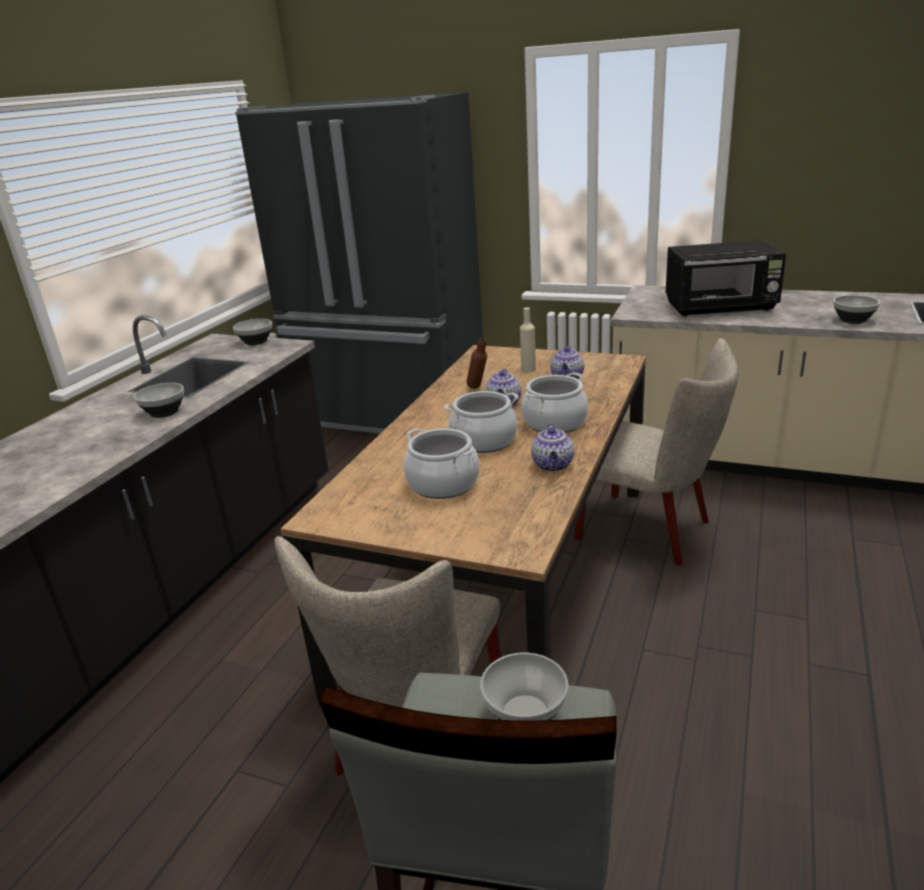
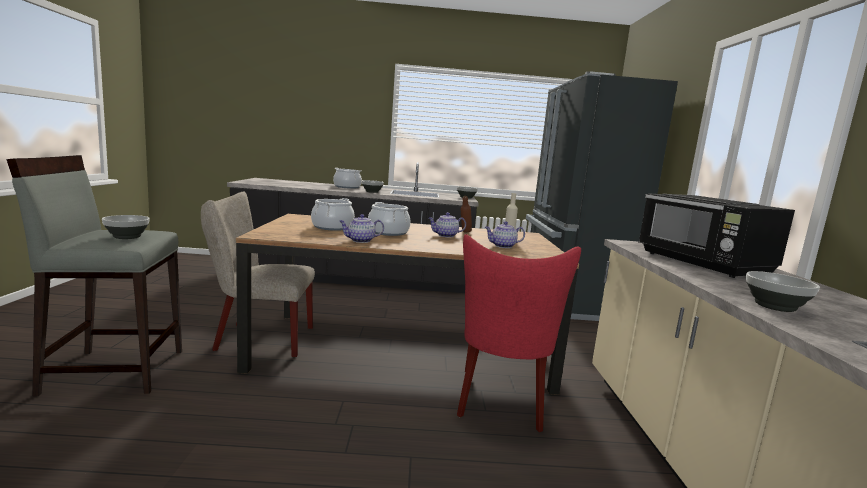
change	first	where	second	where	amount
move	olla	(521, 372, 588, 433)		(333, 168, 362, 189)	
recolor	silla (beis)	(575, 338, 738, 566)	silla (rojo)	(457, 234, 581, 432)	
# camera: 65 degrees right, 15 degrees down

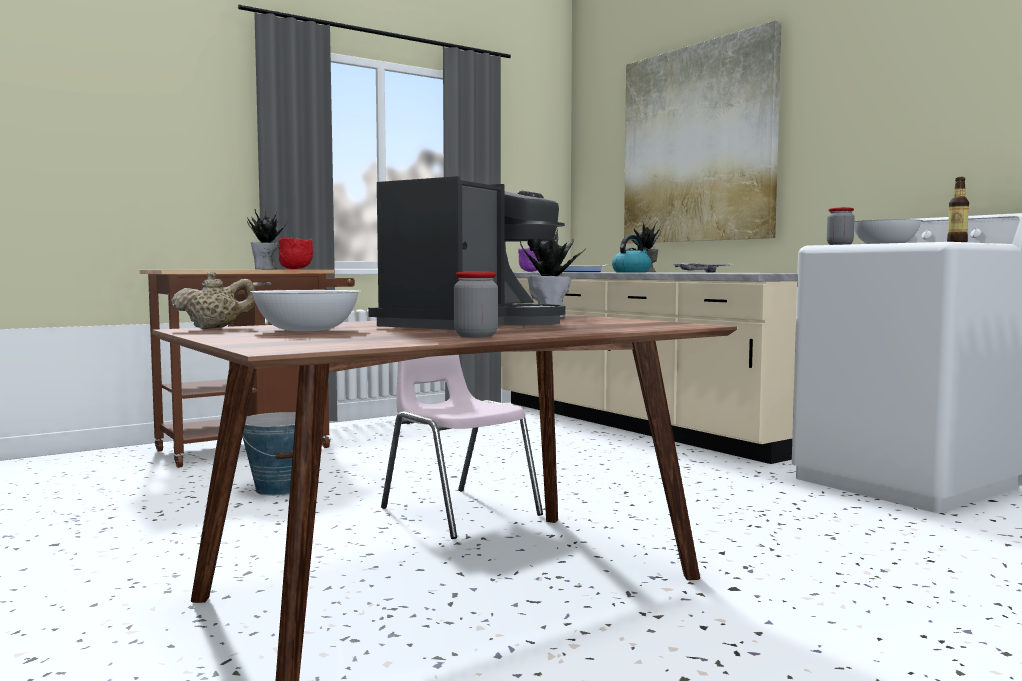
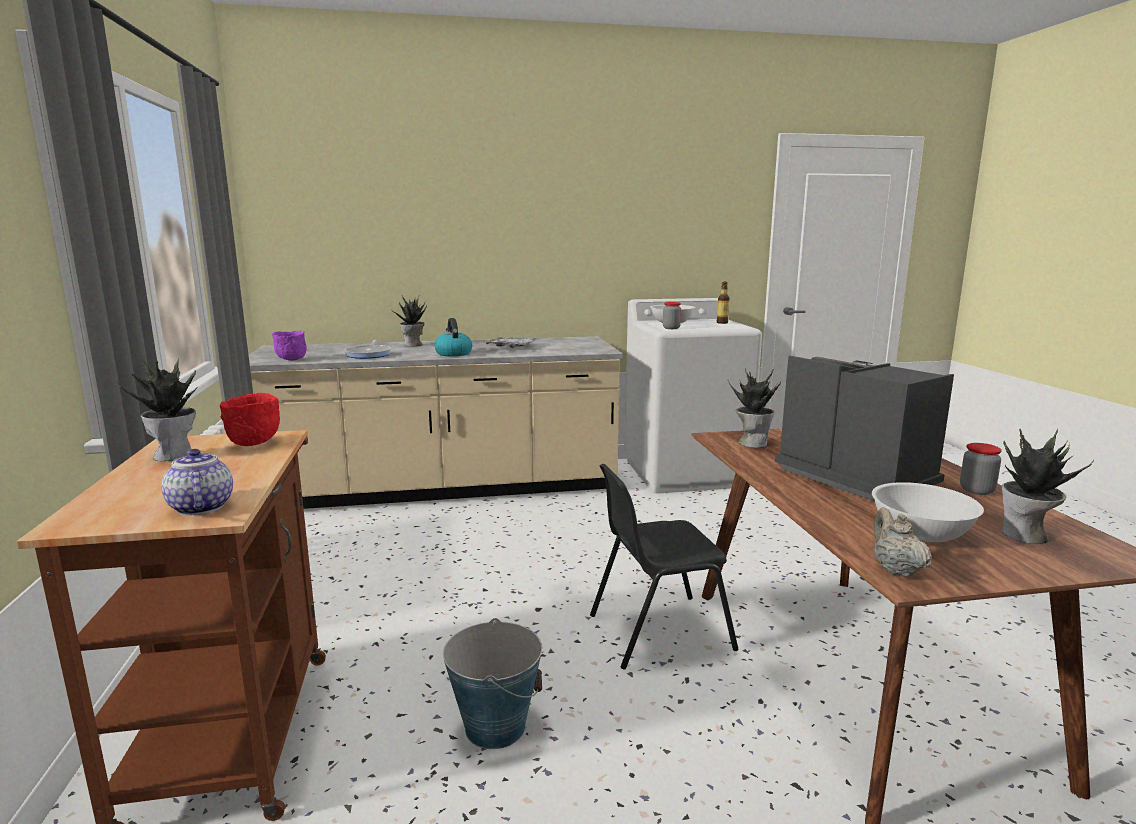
change	first	where	second	where	amount
insert			tetera	(161, 449, 233, 515)	
recolor	silla (rosa)	(381, 355, 543, 539)	silla (negro)	(590, 464, 738, 670)	
insert			planta en maceta	(1002, 428, 1094, 544)	
delete	cuadro	(624, 20, 782, 244)			
# camera: 65 degrees left, 10 degrees up

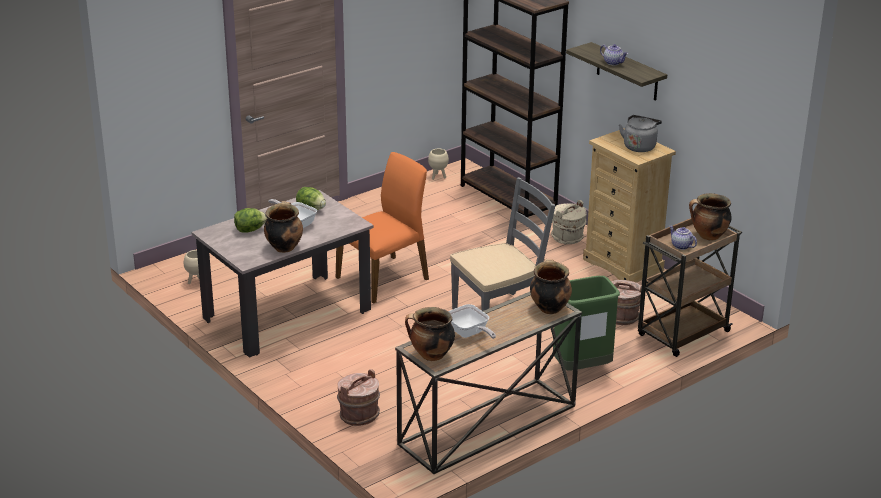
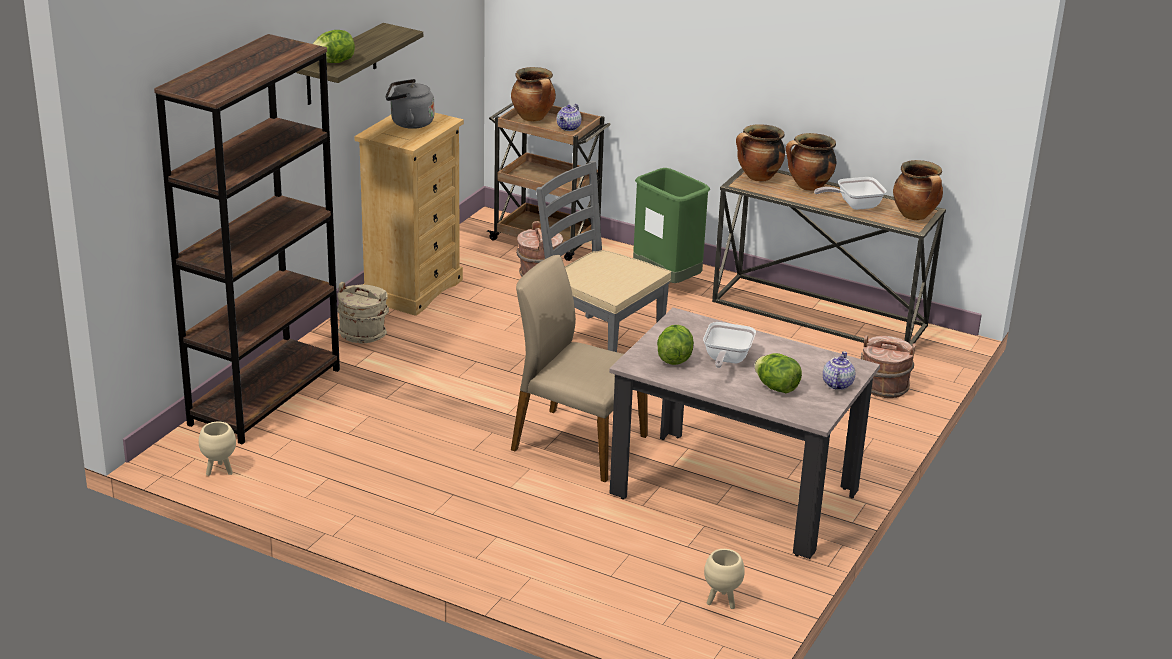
change	first	where	second	where	amount
insert			lechuga	(313, 30, 355, 63)	
recolor	silla (naranja)	(336, 152, 429, 304)	silla (beis)	(511, 255, 648, 482)	
move	olla	(264, 201, 303, 253)		(786, 133, 836, 191)	
rotate	sartén	(448, 304, 496, 339)		(814, 177, 887, 210)	135 degrees counterclockwise
move	tetera	(600, 44, 628, 65)		(823, 351, 855, 390)	
# camera: 115 degrees left, 0 degrees up

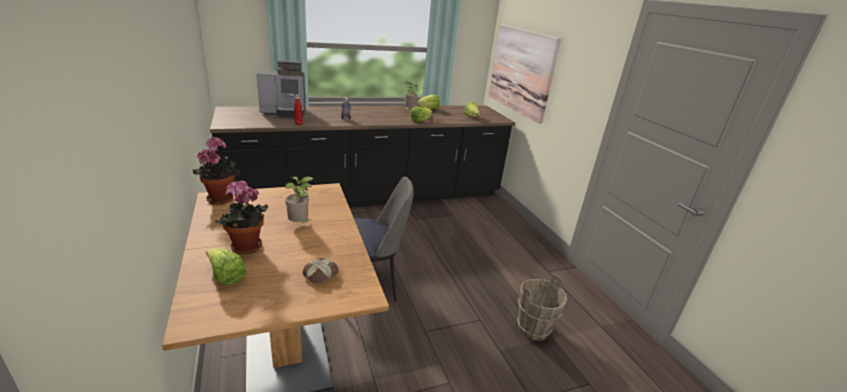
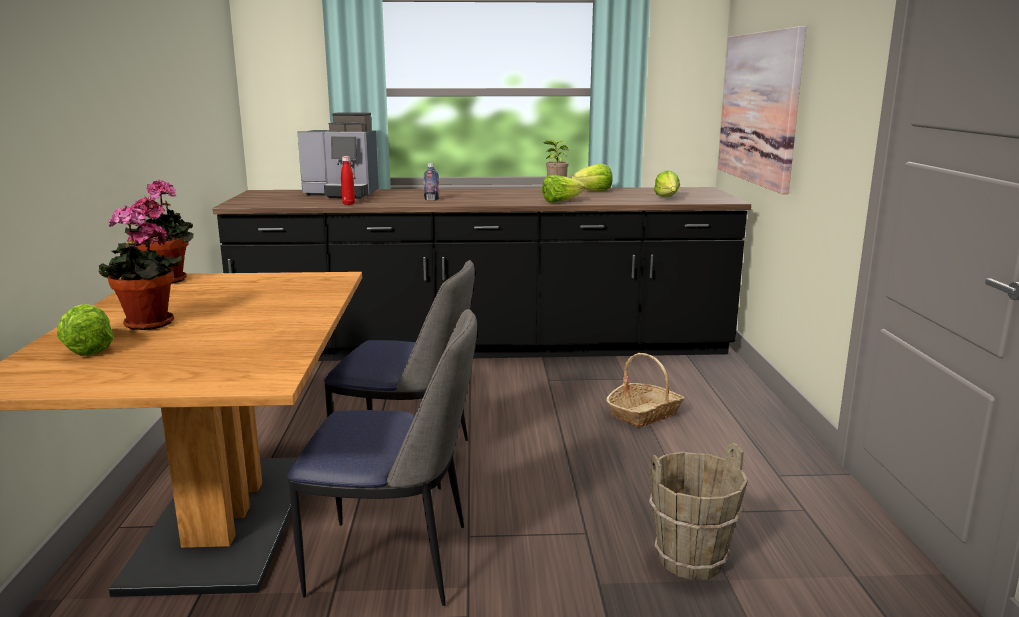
change	first	where	second	where	amount
insert			silla	(288, 309, 477, 606)	
insert			cesta	(606, 353, 685, 428)	
delete	planta en maceta	(285, 177, 313, 223)			
delete	pan	(303, 258, 338, 284)			
# camera: 20 degrees right, 10 degrees down

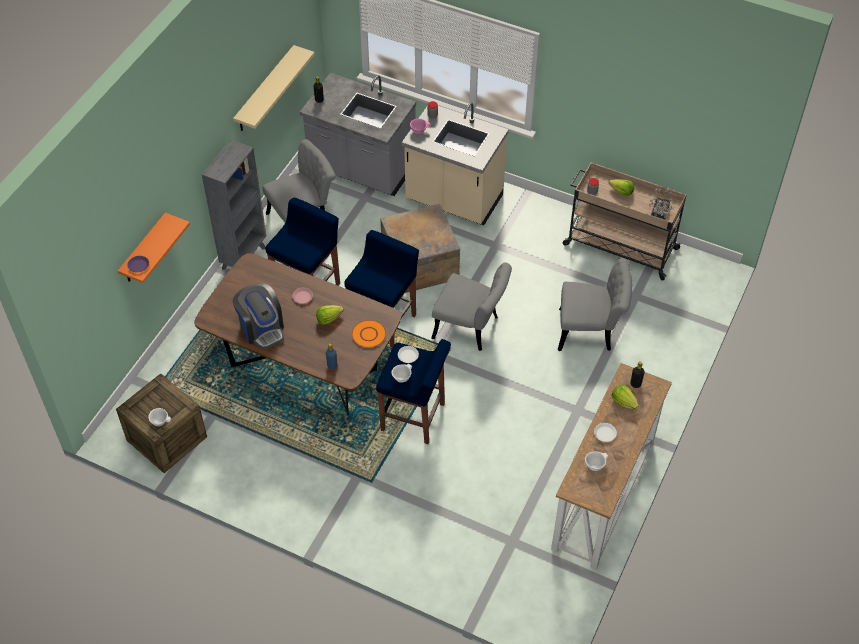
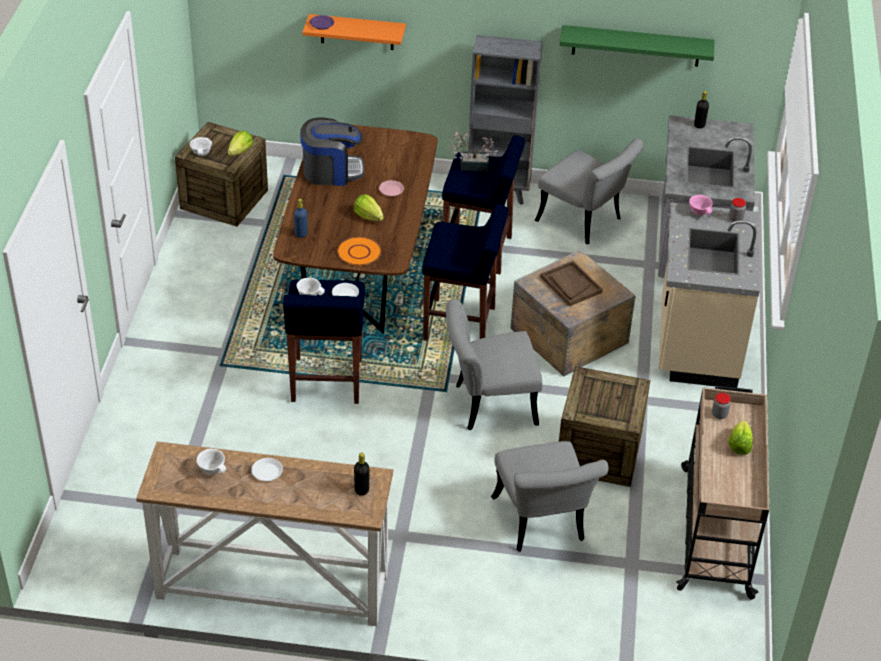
change	first	where	second	where	amount
move	lechuga	(612, 385, 639, 410)		(228, 131, 253, 156)	
rotate	cafetera	(233, 283, 284, 349)		(300, 117, 364, 186)	135 degrees counterclockwise
rotate	silla (gris)	(432, 263, 512, 351)		(446, 299, 542, 430)	75 degrees clockwise
move	planta en maceta	(649, 186, 674, 220)		(448, 127, 498, 172)	
insert			bandeja (marrón)	(540, 261, 603, 306)	
insert			caja de embalaje	(559, 366, 650, 487)	
recolor	estante (beis)	(233, 45, 315, 131)	estante (verde)	(560, 25, 715, 67)	
# camera: 70 degrees right, 10 degrees down

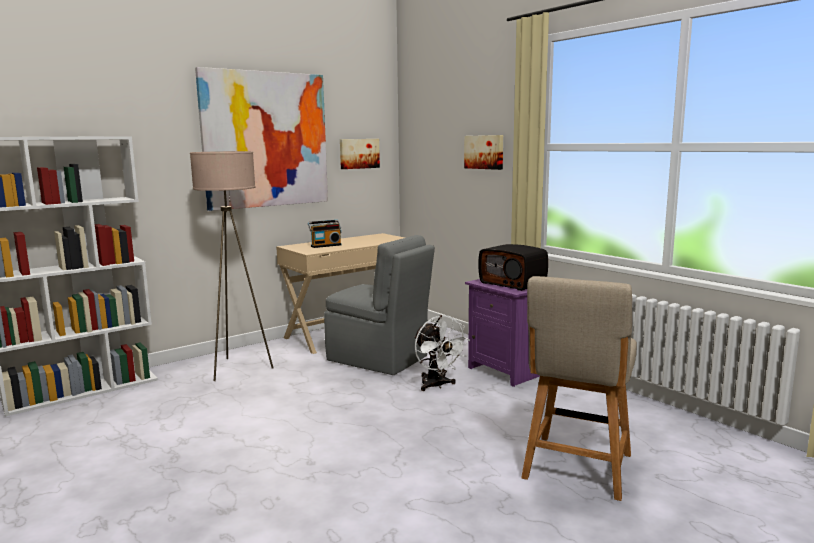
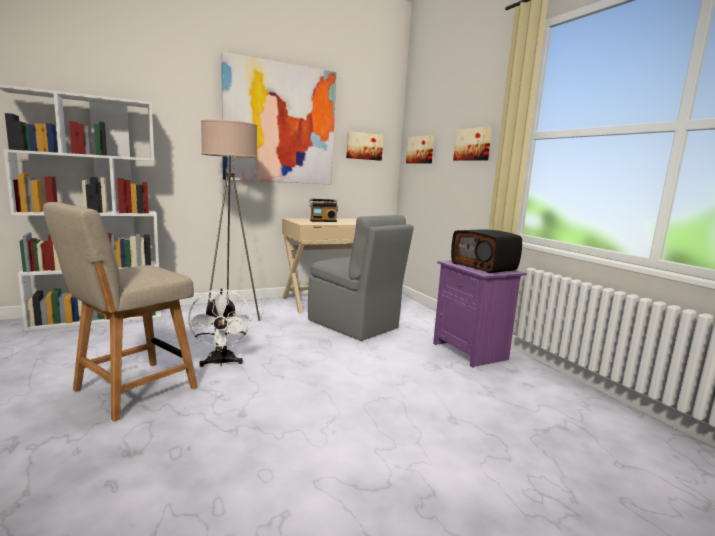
change	first	where	second	where	amount
move	silla (beis)	(521, 276, 637, 501)		(43, 202, 198, 422)	
move	ventilador (blanco)	(414, 315, 470, 391)		(188, 289, 252, 367)	
insert			cuadro	(406, 135, 434, 164)	
# camera: 10 degrees right, 0 degrees up

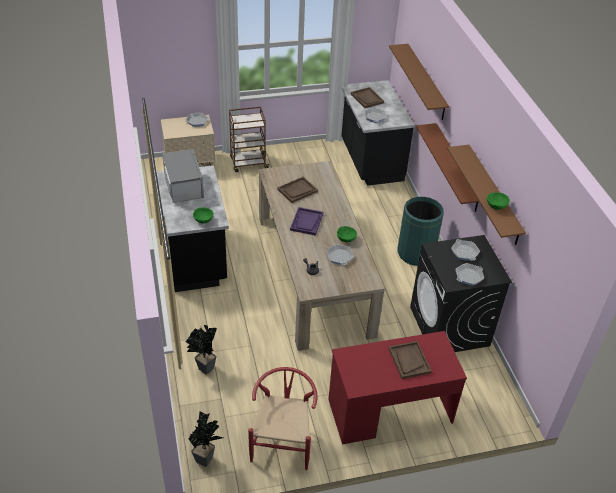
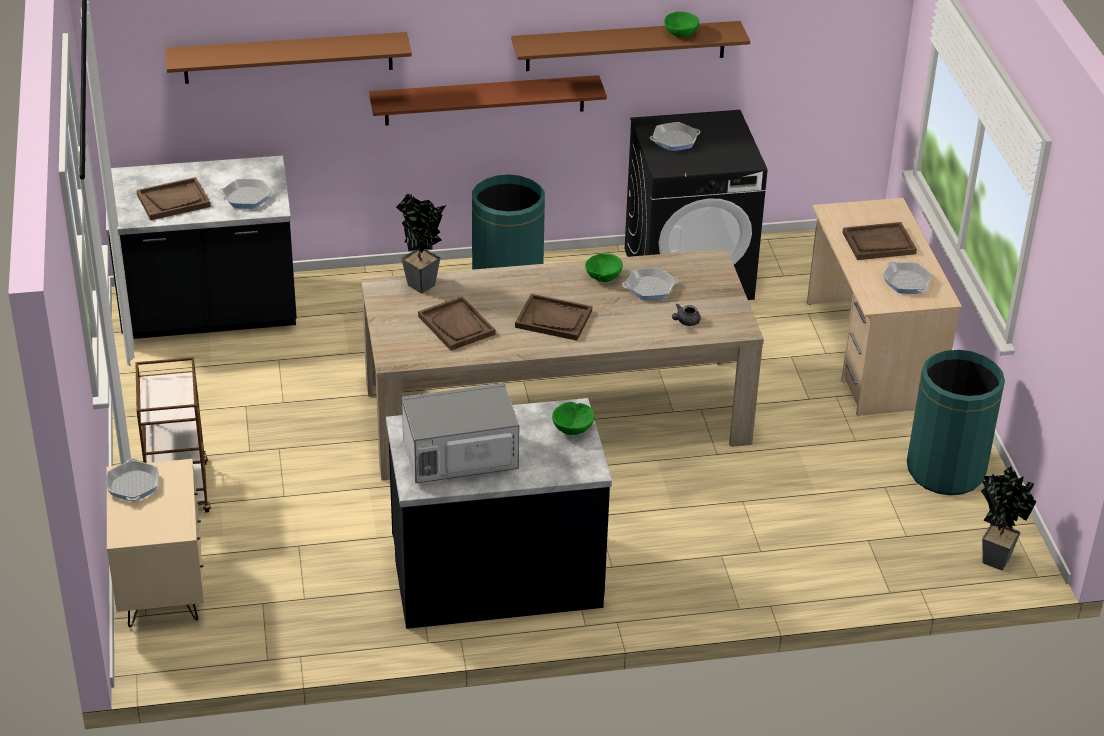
change	first	where	second	where	amount
move	planta en maceta	(186, 325, 217, 375)		(396, 194, 446, 293)	
recolor	bandeja (morado)	(290, 207, 323, 236)	bandeja (marrón)	(515, 294, 592, 341)	
recolor	escritorio (rojo)	(328, 331, 467, 444)	escritorio (beis)	(807, 198, 962, 416)	
move	sartén	(456, 263, 484, 286)		(883, 261, 933, 294)	
replace	silla (rojo)	(248, 367, 318, 470)	papelera (verde)	(907, 350, 1005, 495)	
# camera: 85 degrees left, 5 degrees down

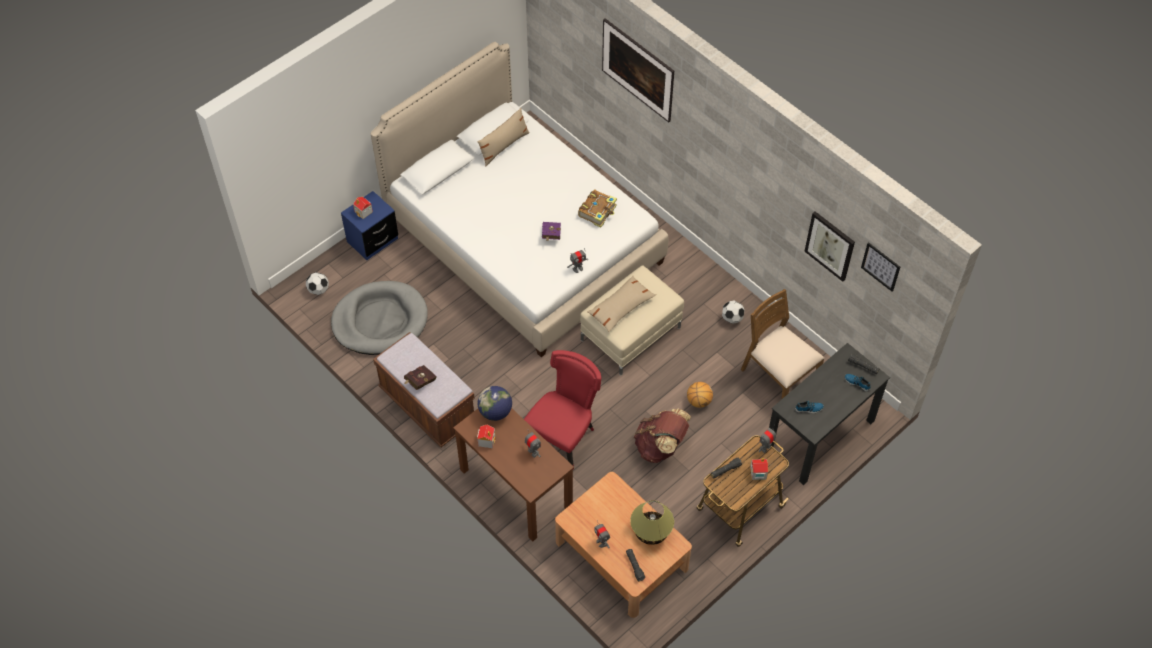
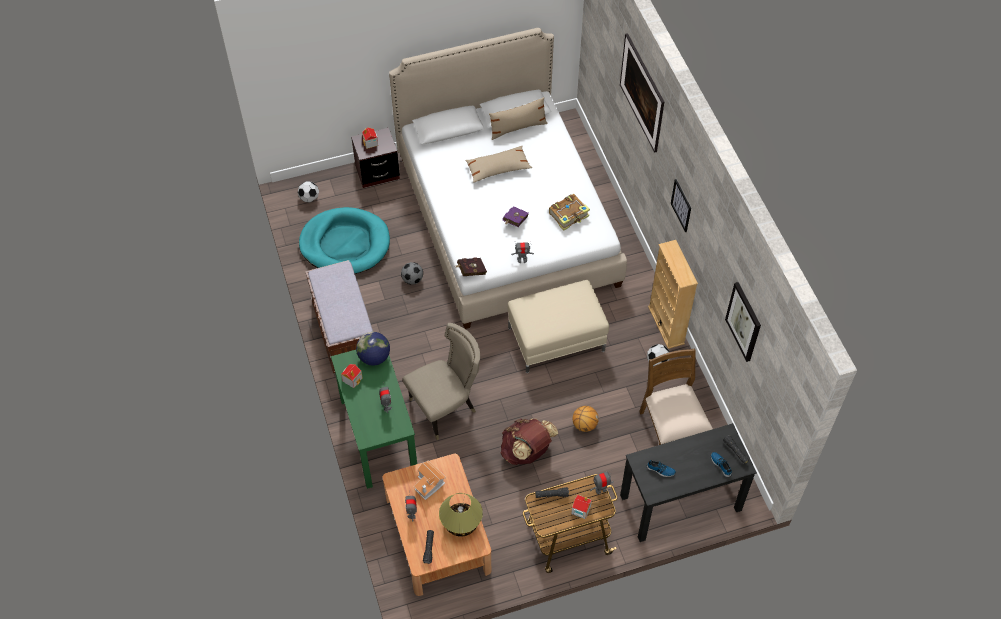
change	first	where	second	where	amount
recolor	cama para perro (gris)	(331, 281, 428, 355)	cama para perro (turquesa)	(299, 207, 390, 274)	
recolor	escritorio (marrón)	(453, 408, 574, 542)	escritorio (verde)	(331, 350, 417, 489)	
recolor	mesita de noche (azul)	(341, 191, 398, 260)	mesita de noche (marrón)	(351, 128, 400, 188)	
insert			balón de fútbol	(401, 262, 423, 285)	
recolor	silla (rojo)	(524, 350, 601, 469)	silla (beis)	(403, 323, 480, 440)	
insert			casita	(414, 460, 446, 500)	
move	libro (rojo)	(404, 365, 437, 390)		(456, 257, 487, 276)	
move	cojín (beis)	(587, 276, 656, 332)		(465, 146, 532, 183)	
insert			estantería (beis)	(648, 240, 698, 349)	
move	cuadro	(861, 242, 900, 292)		(671, 179, 691, 232)	
# camera: 25 degrees right, 0 degrees up

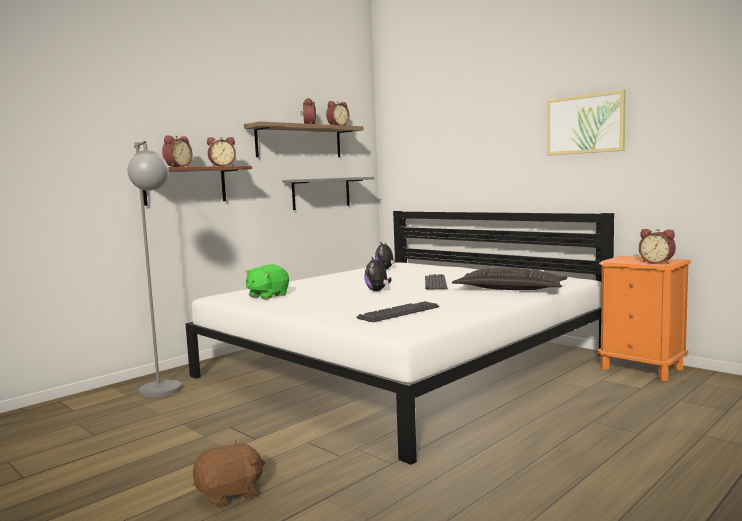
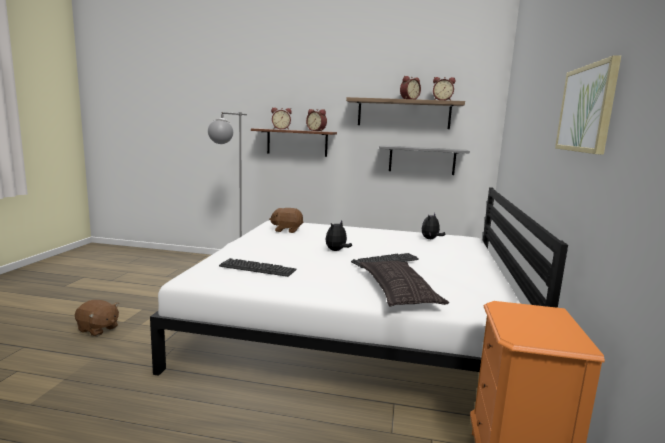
change	first	where	second	where	amount
recolor	peluche (verde)	(245, 264, 289, 299)	peluche (marrón)	(269, 208, 304, 233)	
delete	despertador	(639, 229, 676, 264)			
# camera: 55 degrees right, 5 degrees up

